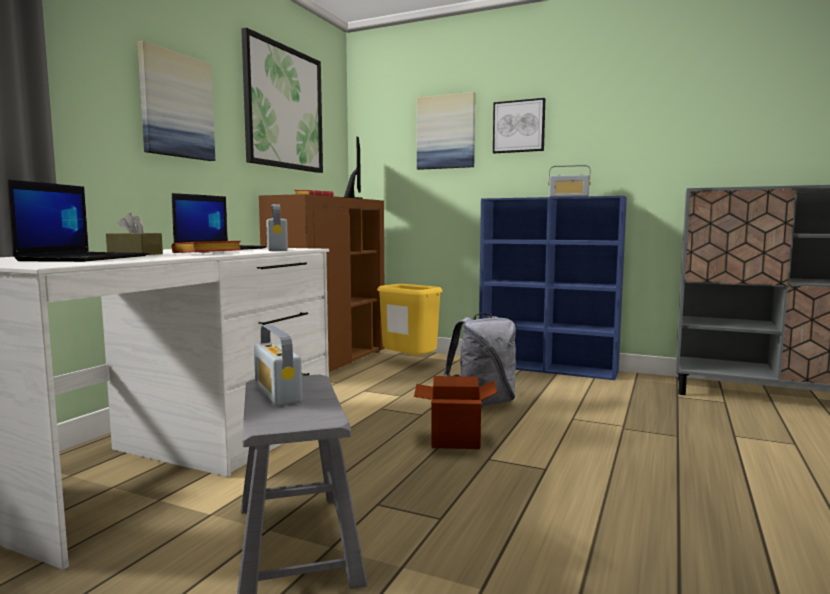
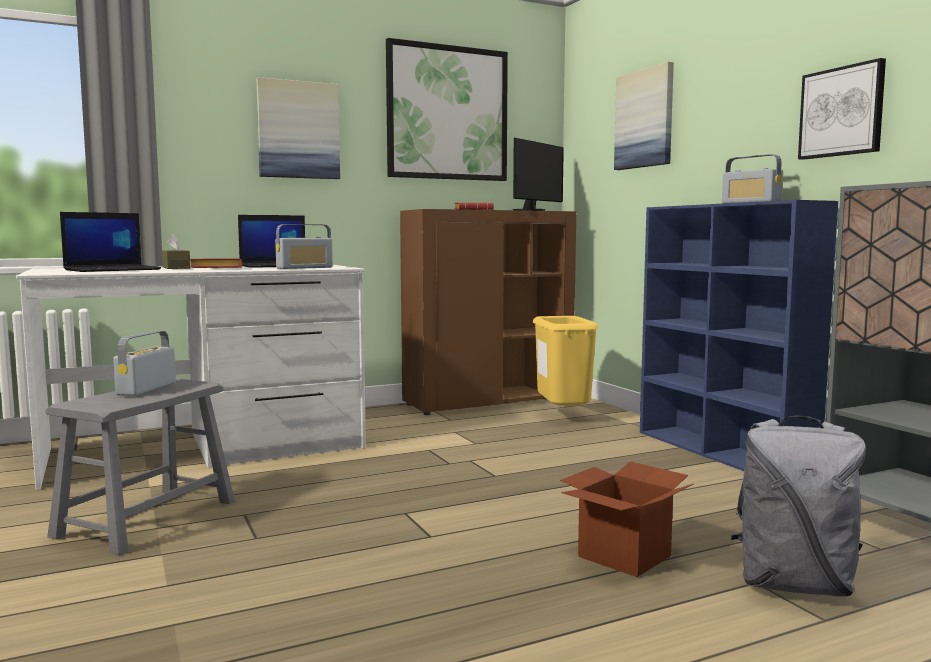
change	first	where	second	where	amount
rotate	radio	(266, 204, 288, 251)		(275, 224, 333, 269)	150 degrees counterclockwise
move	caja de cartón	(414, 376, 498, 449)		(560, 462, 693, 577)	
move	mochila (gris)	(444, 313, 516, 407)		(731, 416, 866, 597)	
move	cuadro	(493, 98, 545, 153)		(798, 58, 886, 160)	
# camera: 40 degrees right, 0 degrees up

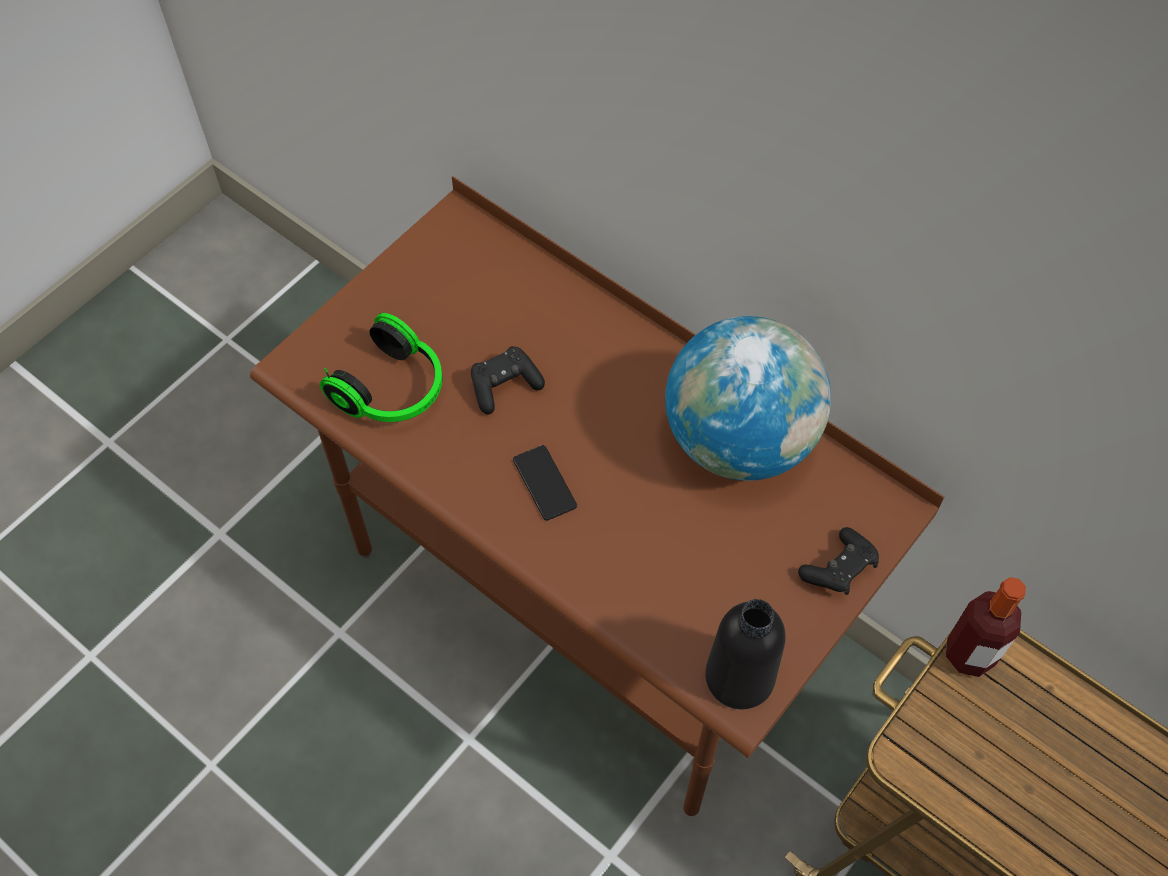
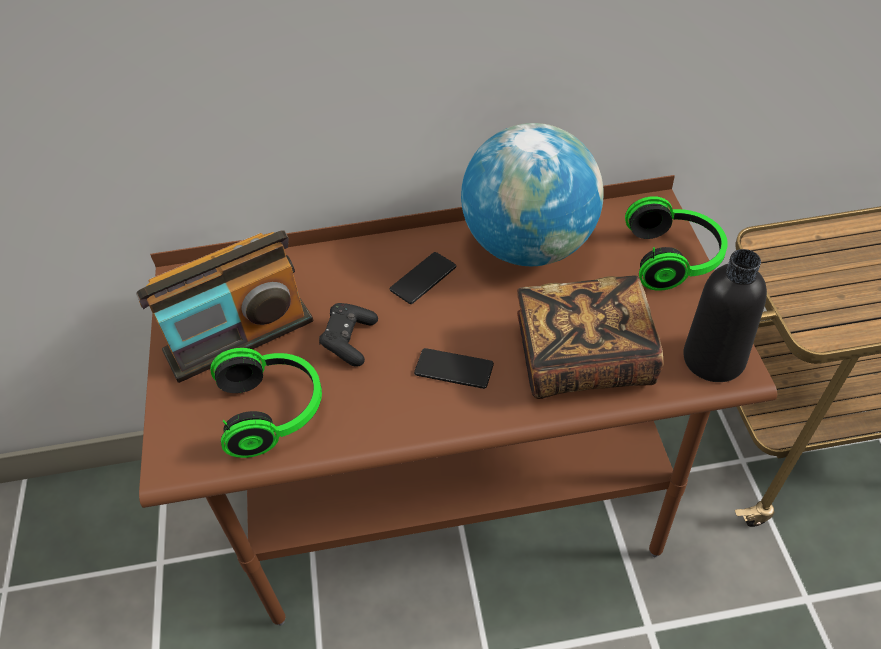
change	first	where	second	where	amount
insert			radio	(136, 230, 313, 383)	
insert			móvil	(390, 252, 456, 304)	
insert			libro	(517, 275, 664, 399)	
replace	mando de consola (negro)	(798, 527, 879, 595)	auriculares	(625, 196, 728, 291)	
delete	botella	(946, 577, 1026, 677)			
# camera: 45 degrees left, 10 degrees down

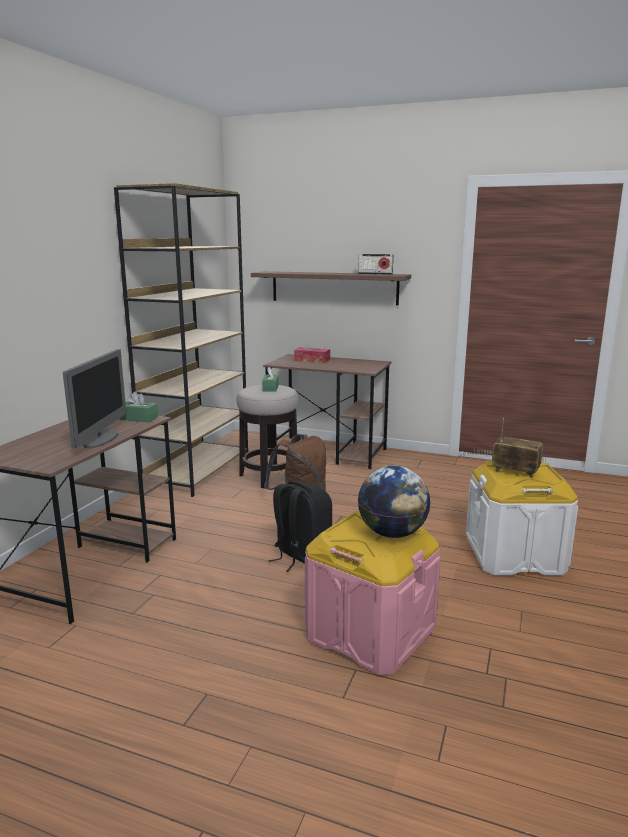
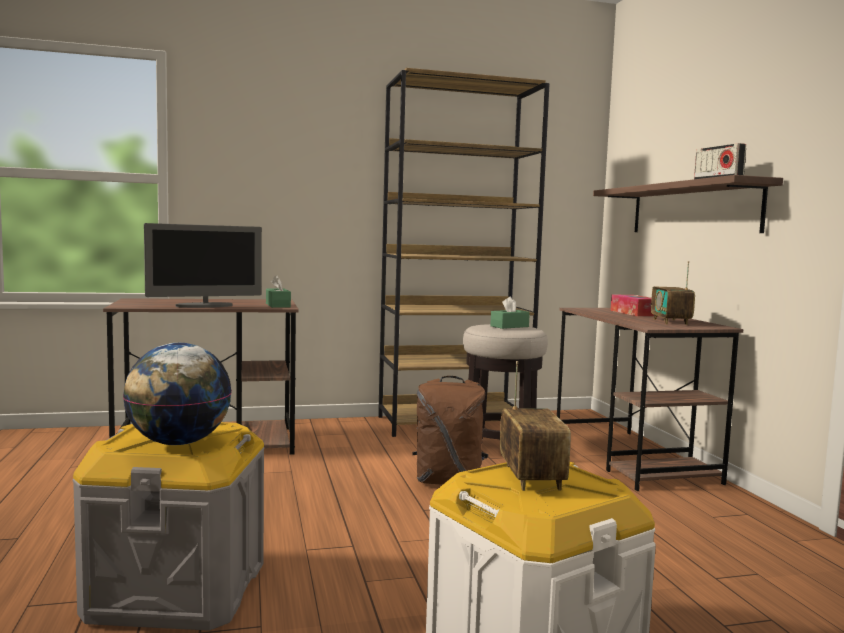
change	first	where	second	where	amount
recolor	caja de almacenaje (rosa)	(305, 511, 441, 675)	caja de almacenaje (gris)	(72, 422, 264, 631)	
insert			radio	(651, 261, 695, 325)	
delete	mochila (negro)	(268, 481, 332, 572)			
# camera: 55 degrees right, 10 degrees down

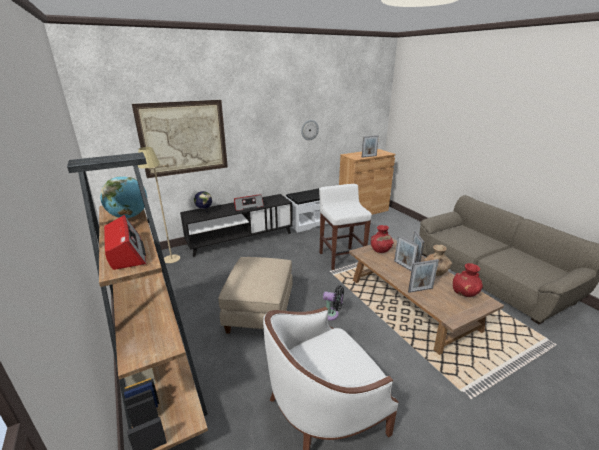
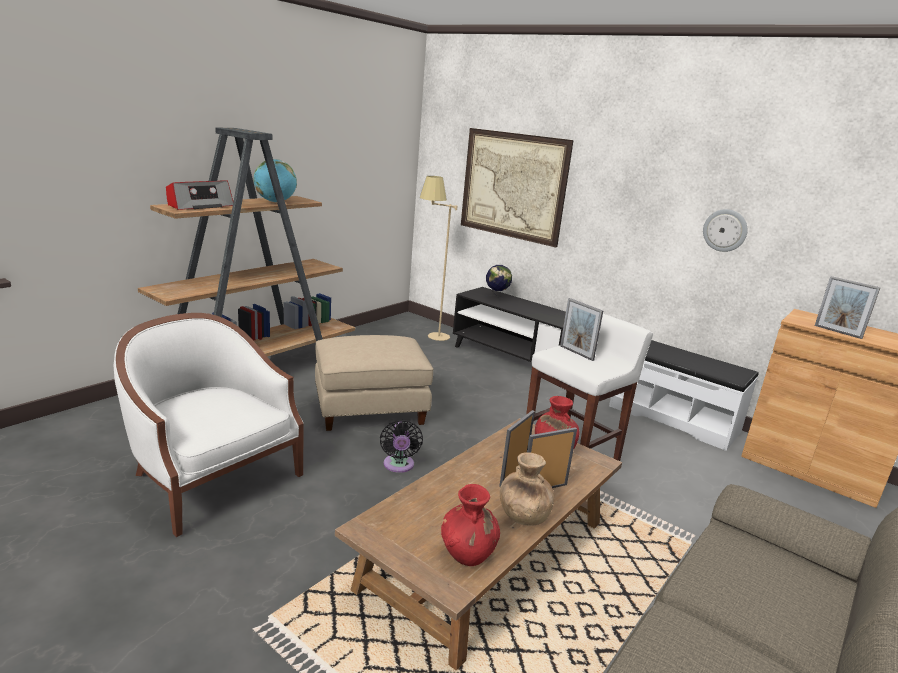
change	first	where	second	where	amount
move	portarretratos	(408, 259, 439, 293)		(560, 298, 603, 361)	
delete	radio	(234, 194, 264, 211)			
# camera: 65 degrees right, 5 degrees down

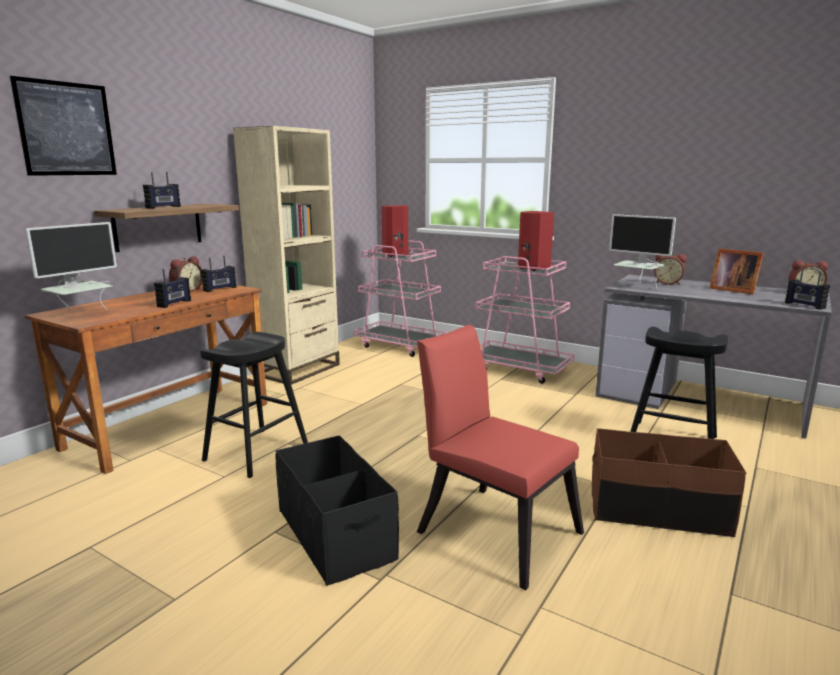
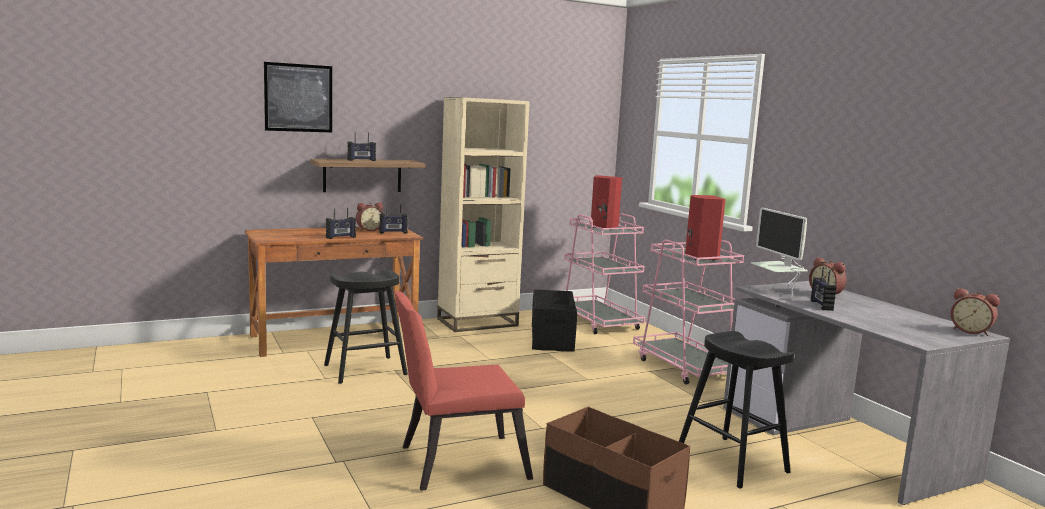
change	first	where	second	where	amount
rotate	silla (rojo)	(417, 325, 584, 590)		(394, 291, 533, 491)	90 degrees counterclockwise
move	caja de almacenaje (negro)	(276, 435, 399, 586)		(532, 289, 577, 352)	
move	radio	(785, 269, 830, 310)		(811, 267, 837, 311)	
delete	monitor	(25, 222, 117, 311)			
delete	portarretratos	(709, 249, 764, 295)			
# camera: 30 degrees right, 5 degrees down

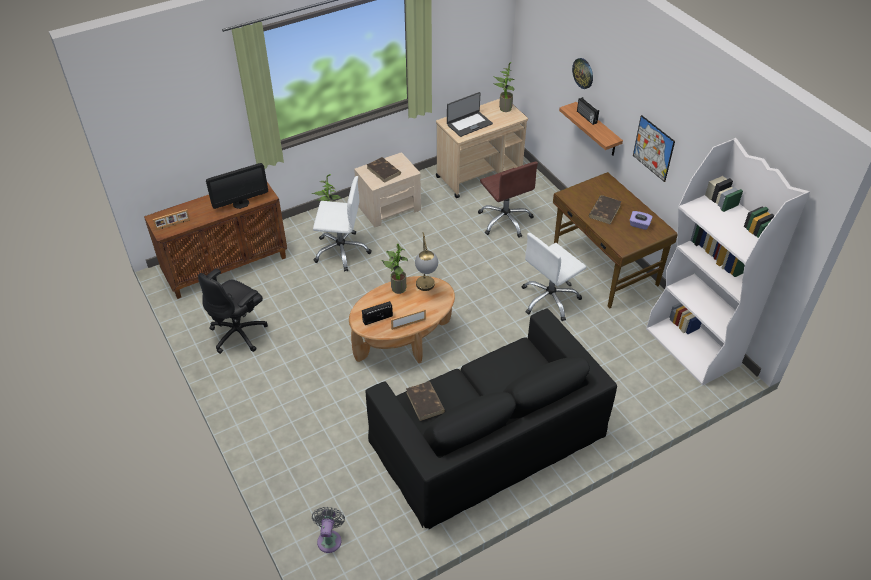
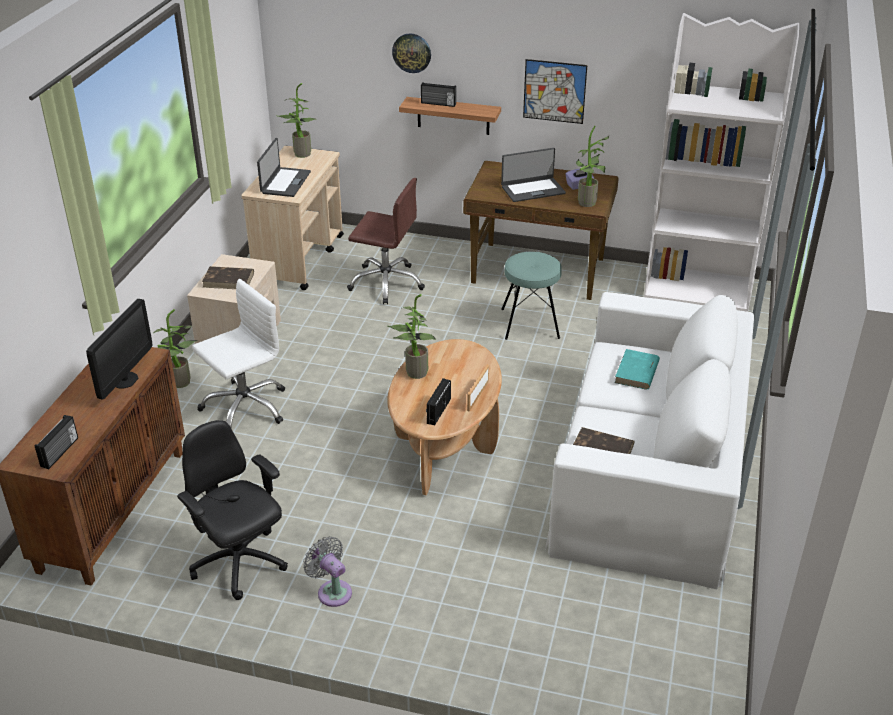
change	first	where	second	where	amount
replace	portarretratos	(153, 209, 190, 230)	radio	(35, 415, 78, 469)	
rotate	silla de oficina (negro)	(198, 269, 268, 354)		(177, 420, 288, 600)	150 degrees clockwise
move	ventilador (gris)	(312, 507, 345, 553)		(303, 536, 352, 607)	
replace	libro (marrón)	(589, 195, 622, 224)	portátil	(501, 148, 566, 202)	
replace	silla de oficina (blanco)	(521, 233, 586, 321)	taburete (turquesa)	(501, 252, 562, 340)	
recolor	sofá (negro)	(366, 308, 617, 529)	sofá (blanco)	(545, 292, 754, 589)	
insert			planta en maceta	(576, 126, 609, 207)	
insert			libro (turquesa)	(615, 349, 660, 390)	
delete	lámpara de mesa	(415, 232, 438, 291)			
# camera: 45 degrees left, 10 degrees down

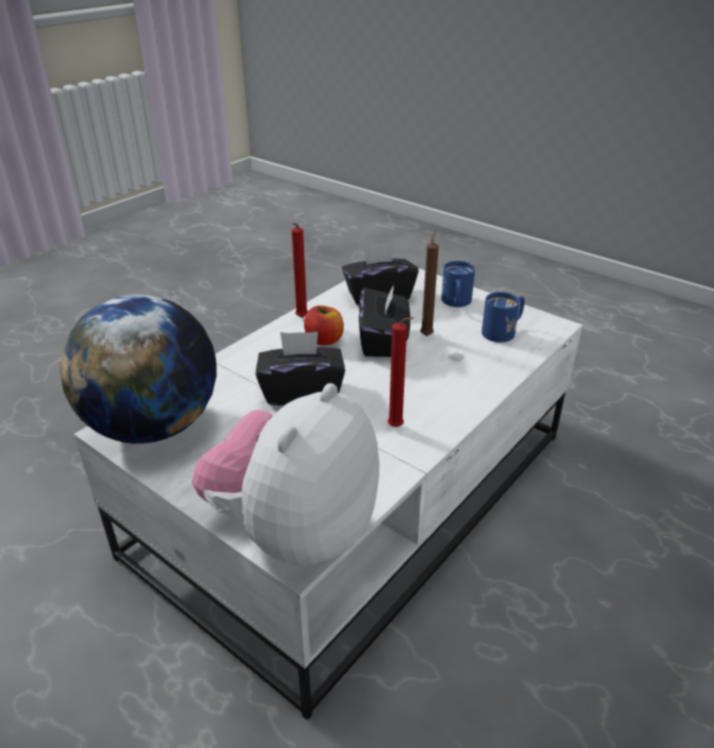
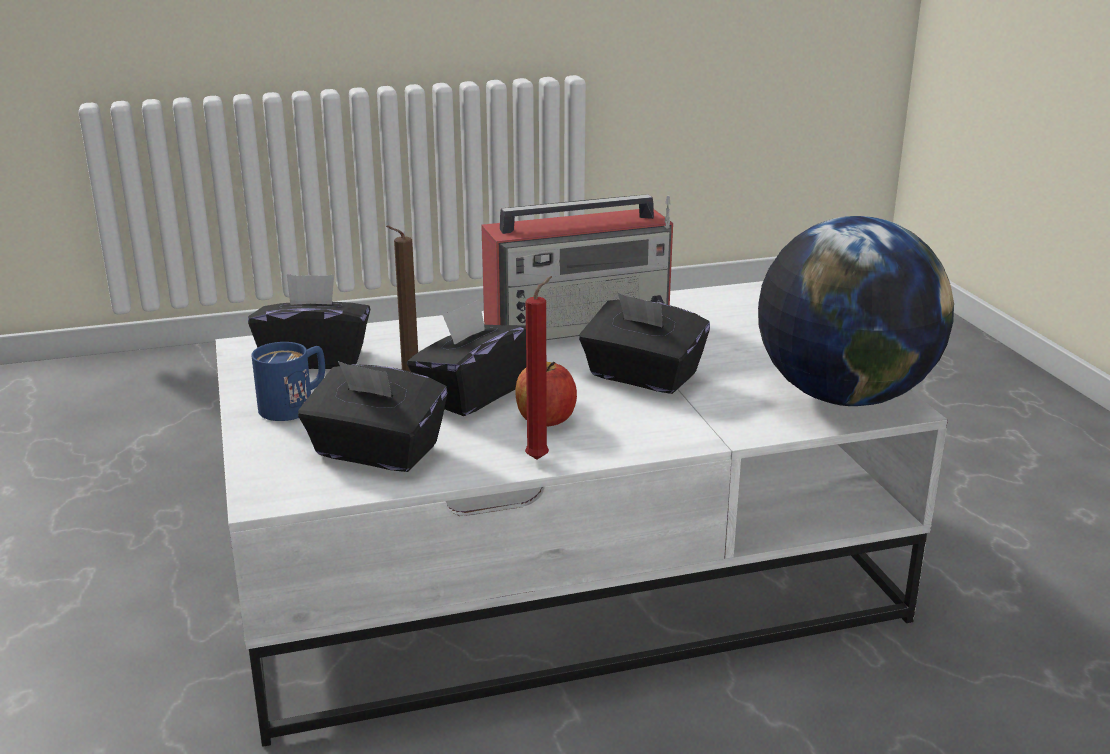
change	first	where	second	where	amount
replace	taza grande (azul)	(482, 292, 525, 342)	caja de pañuelos (negro)	(248, 274, 371, 369)	
replace	vela (rojo)	(388, 317, 414, 427)	radio	(481, 194, 673, 340)	
delete	peluche	(192, 383, 379, 565)			
# camera: 145 degrees left, 10 degrees down

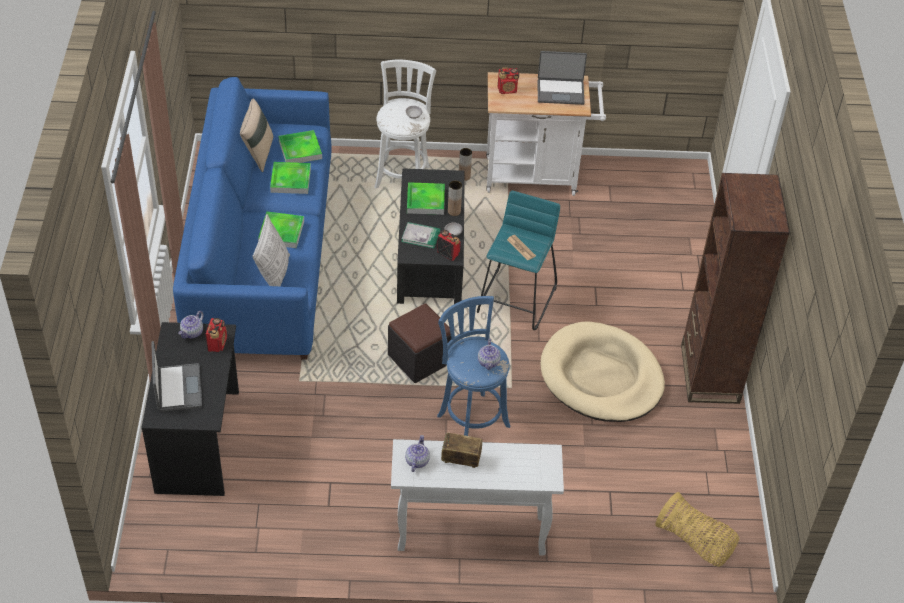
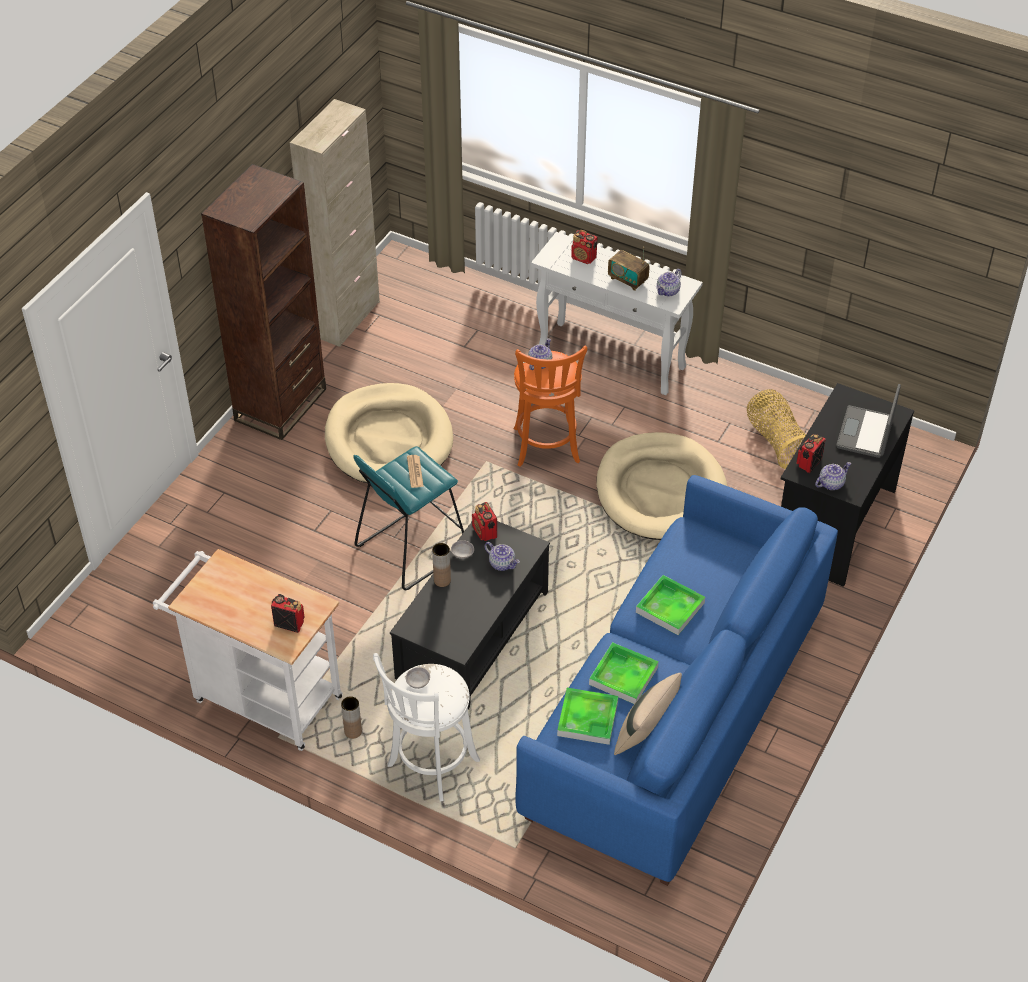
change	first	where	second	where	amount
insert			armario (beis)	(290, 99, 380, 347)	
replace	libro	(401, 222, 440, 248)	tetera	(484, 542, 520, 571)	
recolor	taburete (azul)	(437, 296, 510, 436)	taburete (naranja)	(514, 346, 587, 467)	
insert			radio	(571, 230, 597, 264)	
insert			cama para perro (beis)	(597, 432, 727, 540)	
move	cesta	(655, 492, 739, 567)		(747, 389, 806, 469)	
delete	cojín	(253, 214, 290, 286)			
delete	puf (negro)	(388, 303, 451, 383)			
delete	bandeja	(407, 182, 445, 215)			
delete	portátil	(537, 51, 587, 105)			
# camera: 150 degrees left, 0 degrees up

